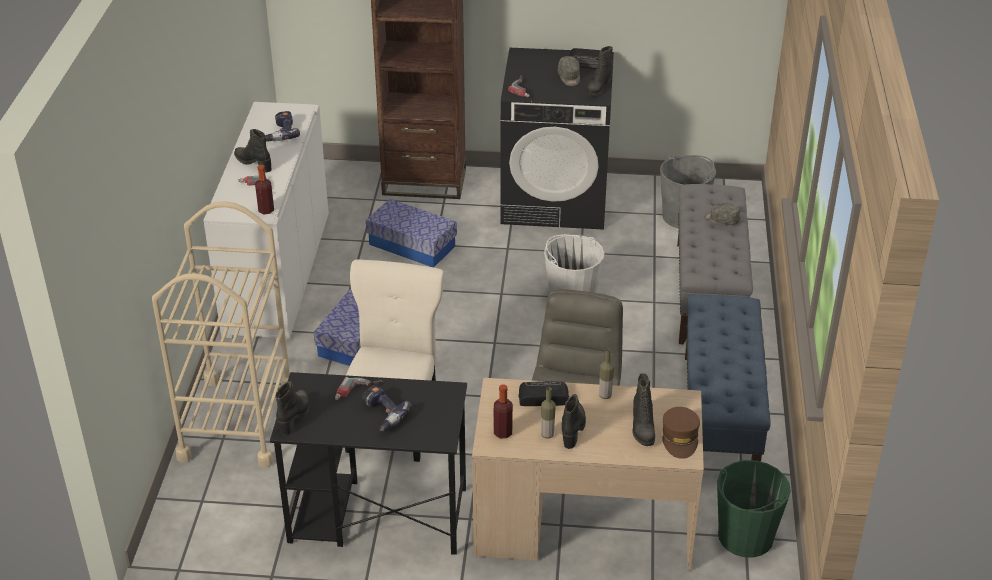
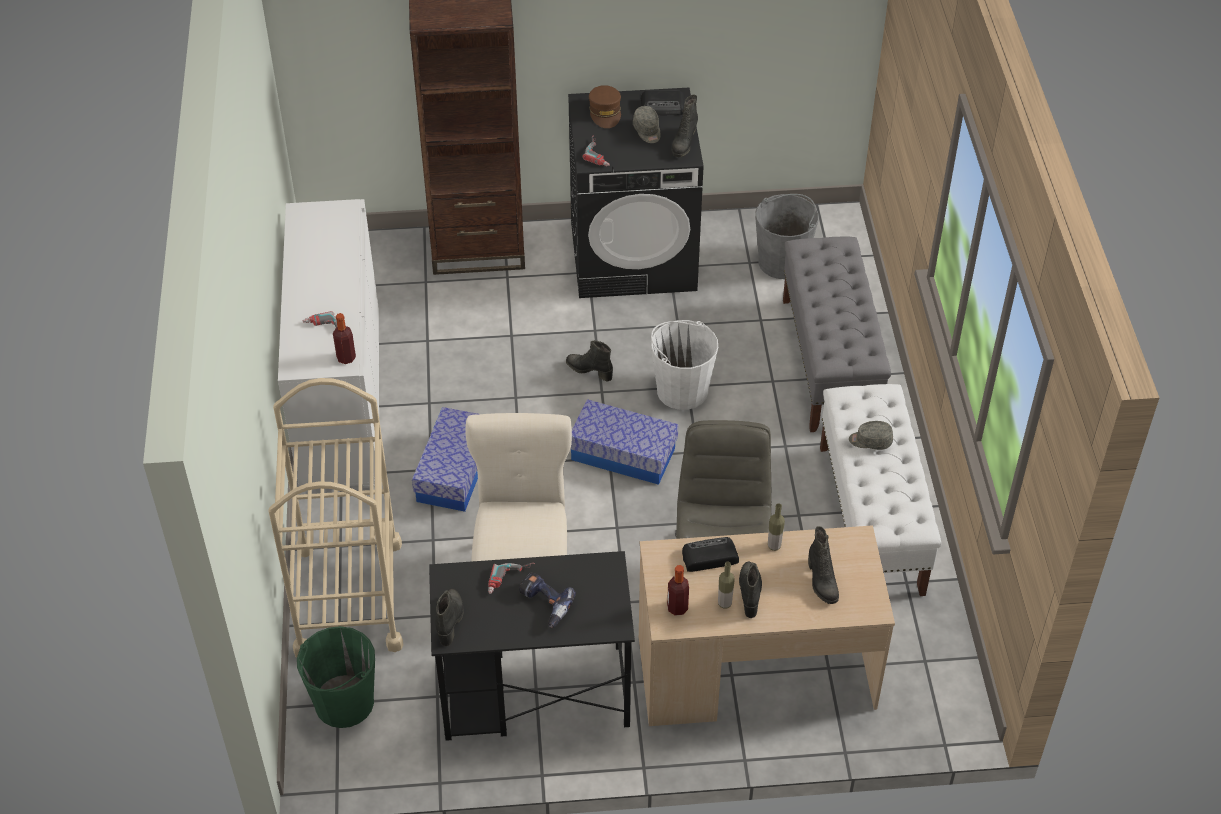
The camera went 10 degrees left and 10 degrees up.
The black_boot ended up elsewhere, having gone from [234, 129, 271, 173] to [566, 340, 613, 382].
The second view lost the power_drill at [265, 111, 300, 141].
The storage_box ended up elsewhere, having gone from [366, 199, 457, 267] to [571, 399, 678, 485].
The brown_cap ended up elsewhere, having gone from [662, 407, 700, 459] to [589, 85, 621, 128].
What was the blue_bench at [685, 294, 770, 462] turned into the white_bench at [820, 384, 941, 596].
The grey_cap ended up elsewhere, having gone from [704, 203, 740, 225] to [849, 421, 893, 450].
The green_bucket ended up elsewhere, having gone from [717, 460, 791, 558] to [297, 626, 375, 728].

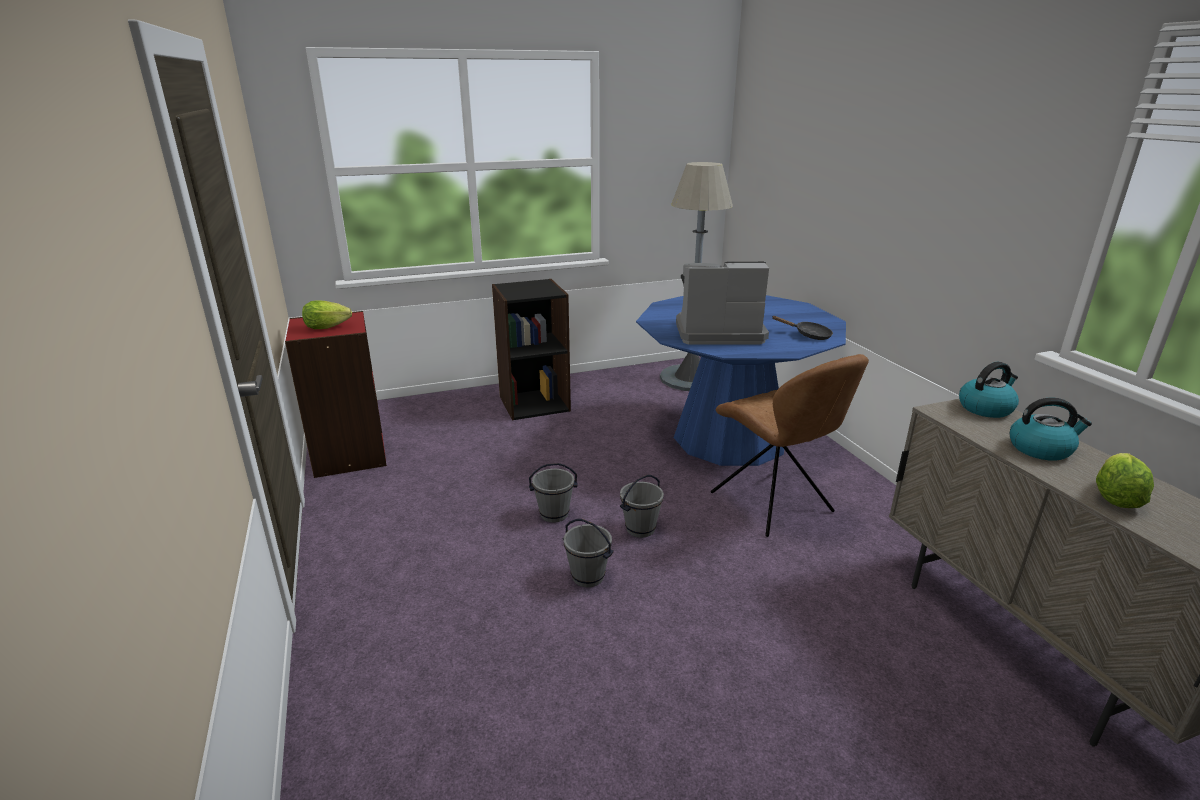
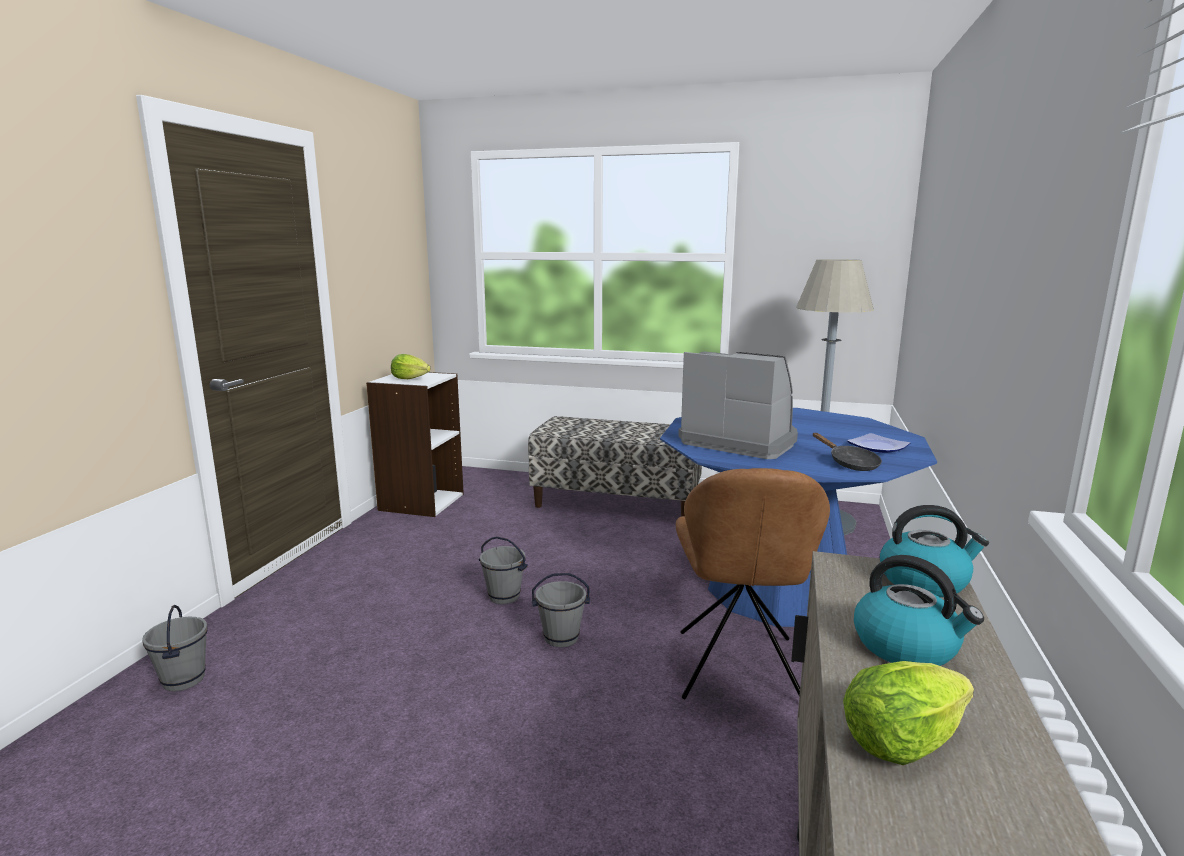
The camera went 35 degrees right and 10 degrees down.
What was the red_bookcase at [285, 311, 387, 478] turned into the white_bookcase at [366, 372, 464, 517].
Where the black_bookcase stood at [492, 279, 571, 421], the bench came to stand at [528, 416, 702, 517].
The grey_bucket ended up elsewhere, having gone from [563, 519, 614, 587] to [142, 605, 207, 691].
The second view gained the plate at [847, 433, 910, 453].

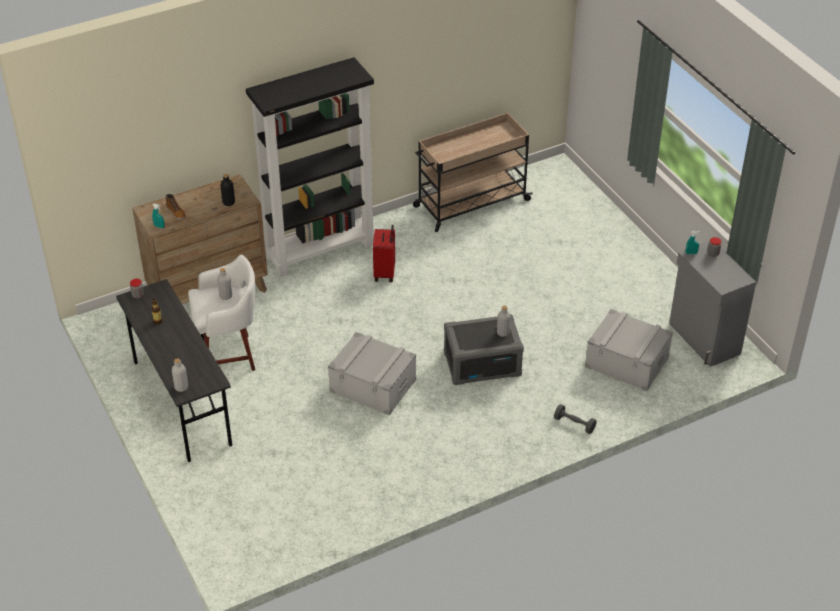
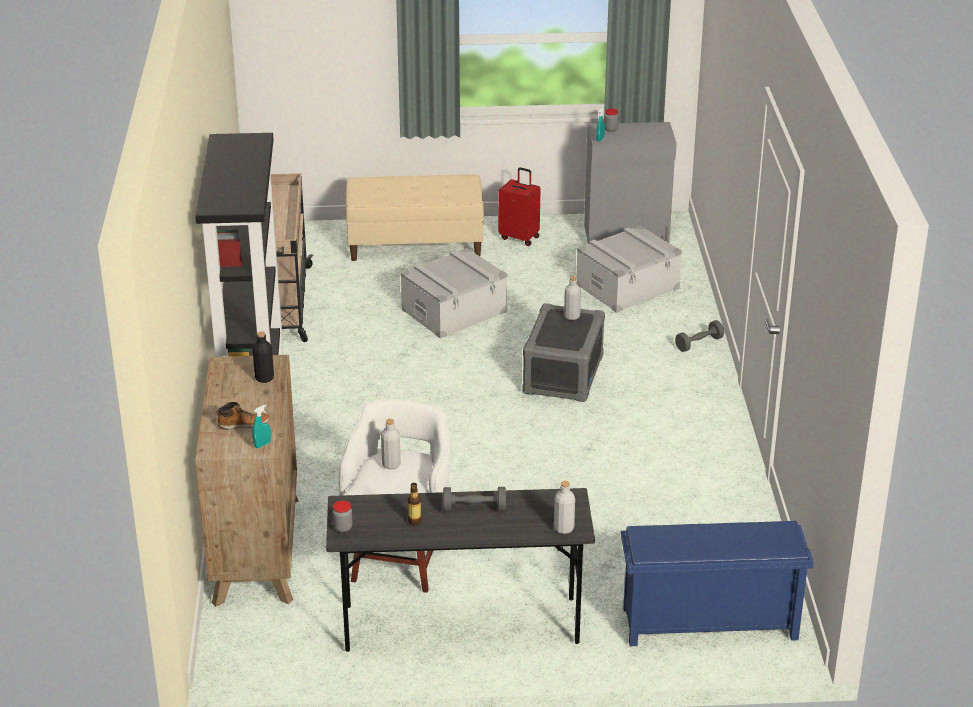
The camera went 65 degrees left and 10 degrees down.
The grey_storage_box ended up elsewhere, having gone from [328, 332, 416, 416] to [400, 248, 508, 339].
The red_suitcase ended up elsewhere, having gone from [373, 225, 395, 282] to [498, 167, 540, 246].
The second view gained the beige_bench at [345, 174, 484, 261].
The second view gained the grey_dumbbell at [443, 487, 506, 512].
The second view gained the blue_shoe_rack at [621, 521, 813, 646].

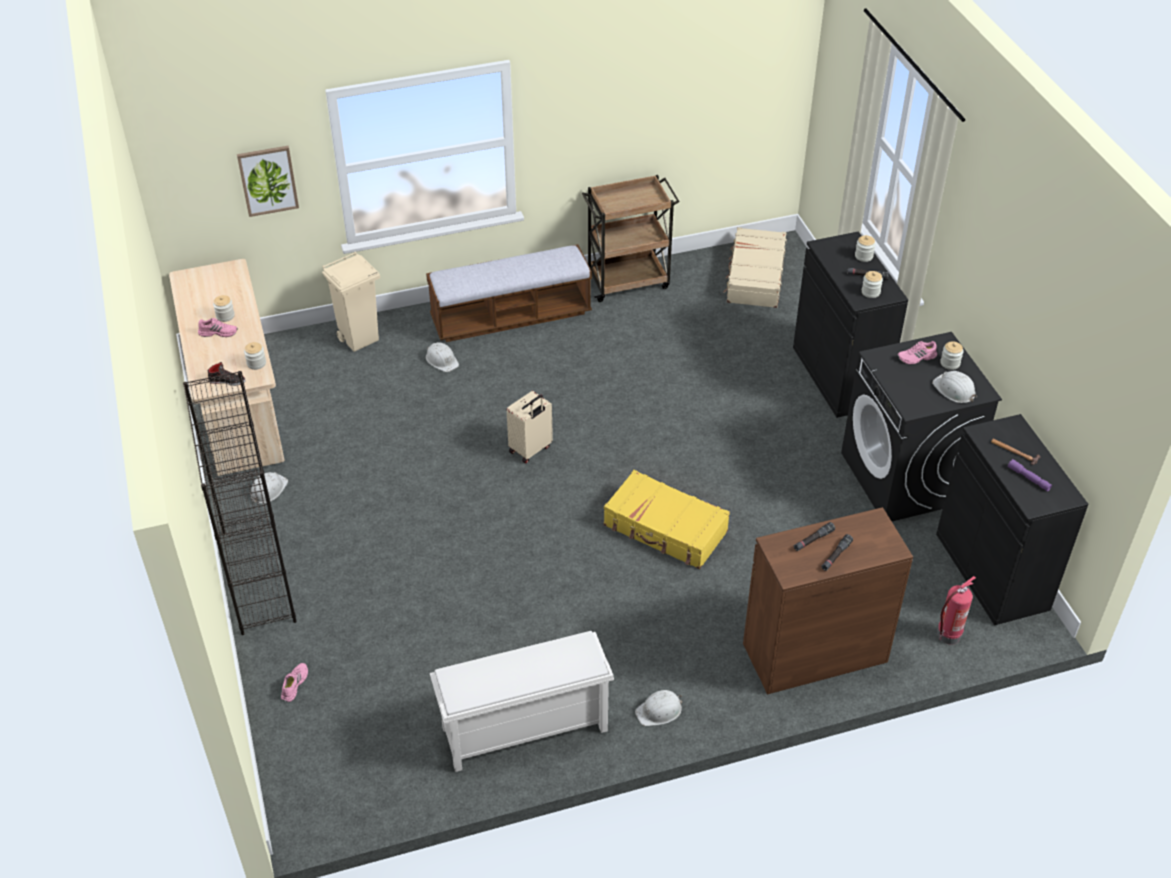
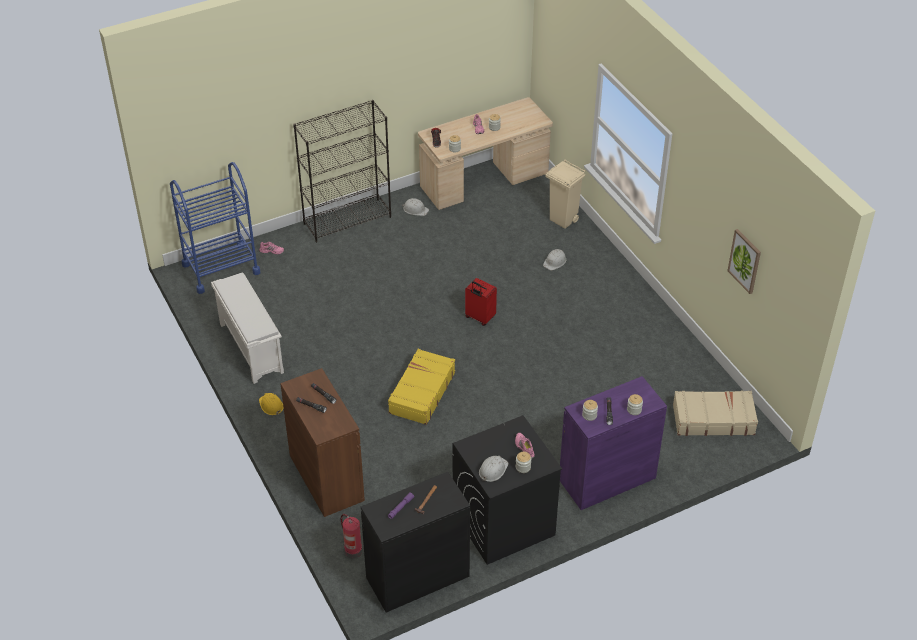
The camera went 80 degrees right and 0 degrees up.
The picture ended up elsewhere, having gone from [237, 146, 299, 217] to [727, 229, 761, 294].
The second view lost the bench at [426, 244, 592, 342].
What was the beige_suitcase at [507, 391, 553, 463] turned into the red_suitcase at [465, 278, 497, 326].
The second view lost the brown_cart at [582, 175, 680, 302].
What was the white_hard_hat at [635, 690, 682, 726] turned into the yellow_hard_hat at [259, 393, 284, 415].
What was the black_cabinet at [793, 232, 908, 418] turned into the purple_cabinet at [560, 376, 667, 510].
The second view gained the blue_cart at [170, 162, 260, 294].

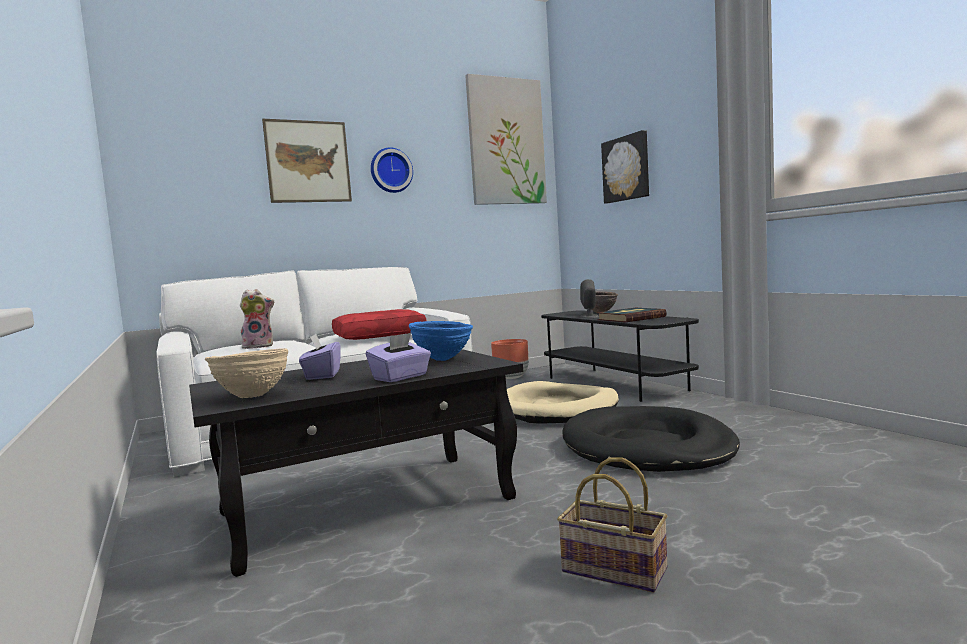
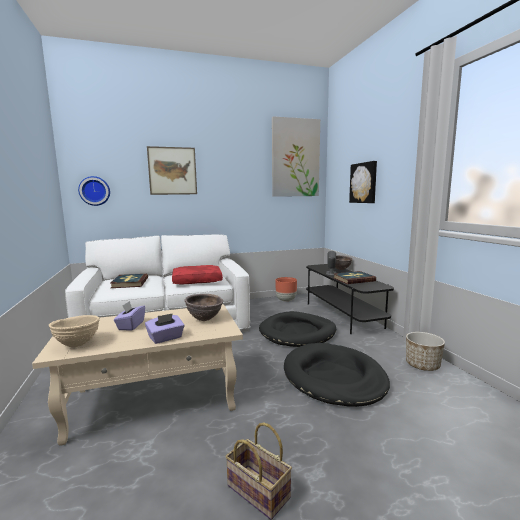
The camera went 10 degrees right and 5 degrees up.
What was the black_coffee_table at [189, 349, 523, 577] turned into the beige_coffee_table at [32, 304, 243, 446].
Where the plush_toy stood at [240, 289, 274, 349], the book came to stand at [110, 274, 148, 288].
The wall_clock ended up elsewhere, having gone from [371, 147, 413, 193] to [78, 176, 110, 206].
What was the blue_bowl at [409, 321, 473, 361] turned into the brown_bowl at [184, 294, 223, 321].
What was the beige_dog_bed at [507, 381, 619, 424] turned into the black_dog_bed at [259, 311, 336, 347].
The second view gained the planter at [406, 332, 445, 371].

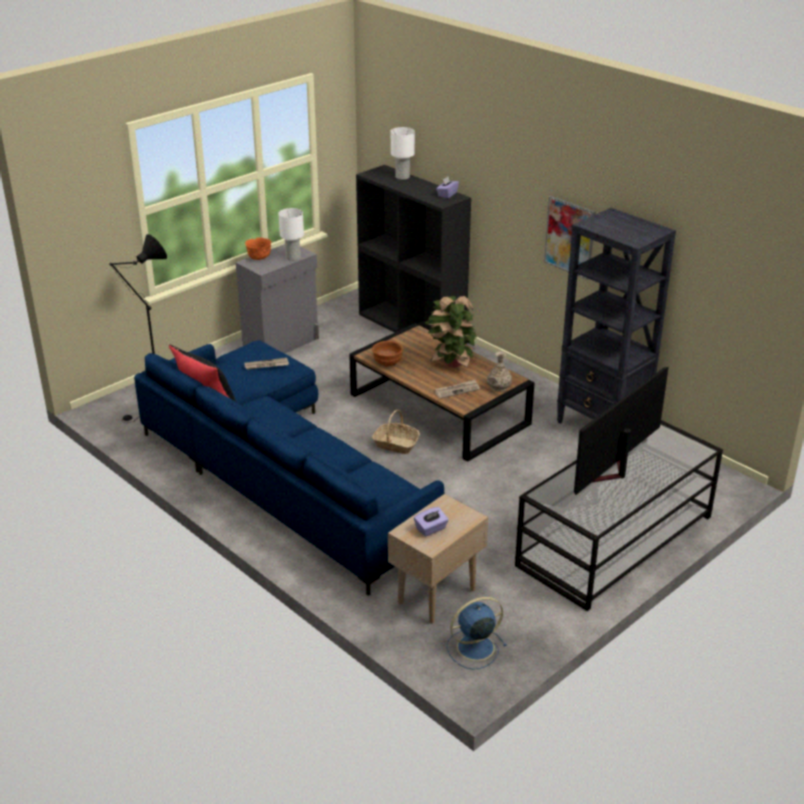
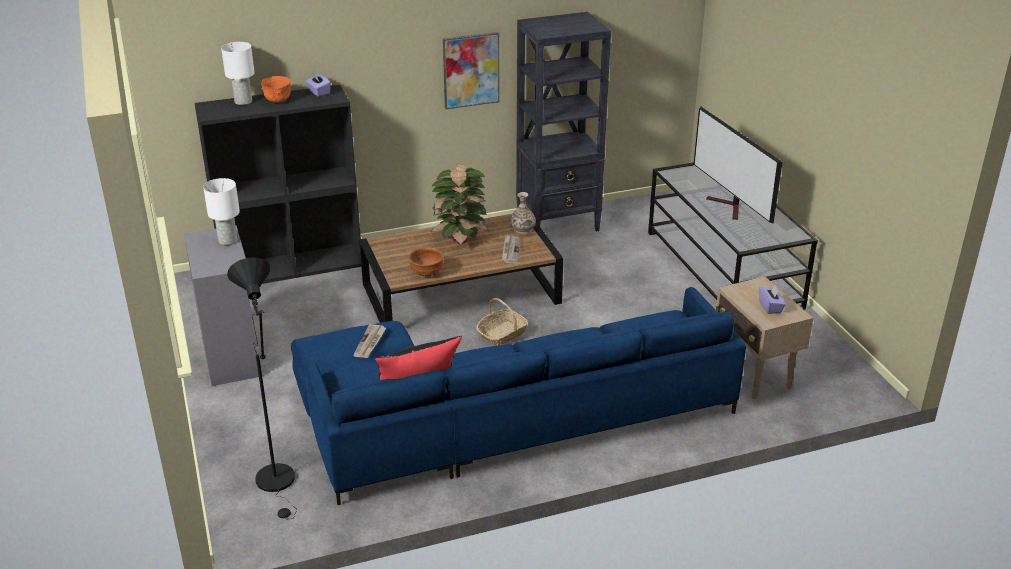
The camera went 65 degrees left and 0 degrees up.
The orange_bowl ended up elsewhere, having gone from [245, 238, 271, 260] to [261, 76, 292, 103].
The second view lost the blue_fan at [447, 597, 507, 669].

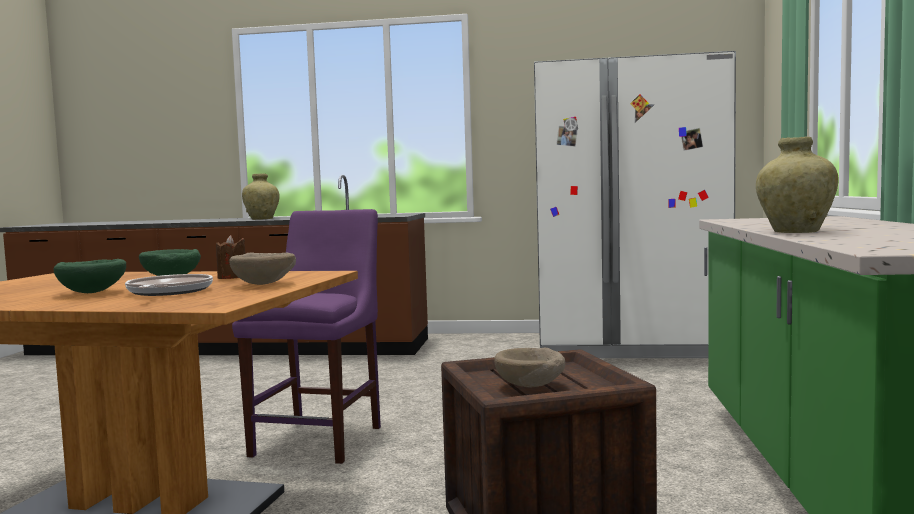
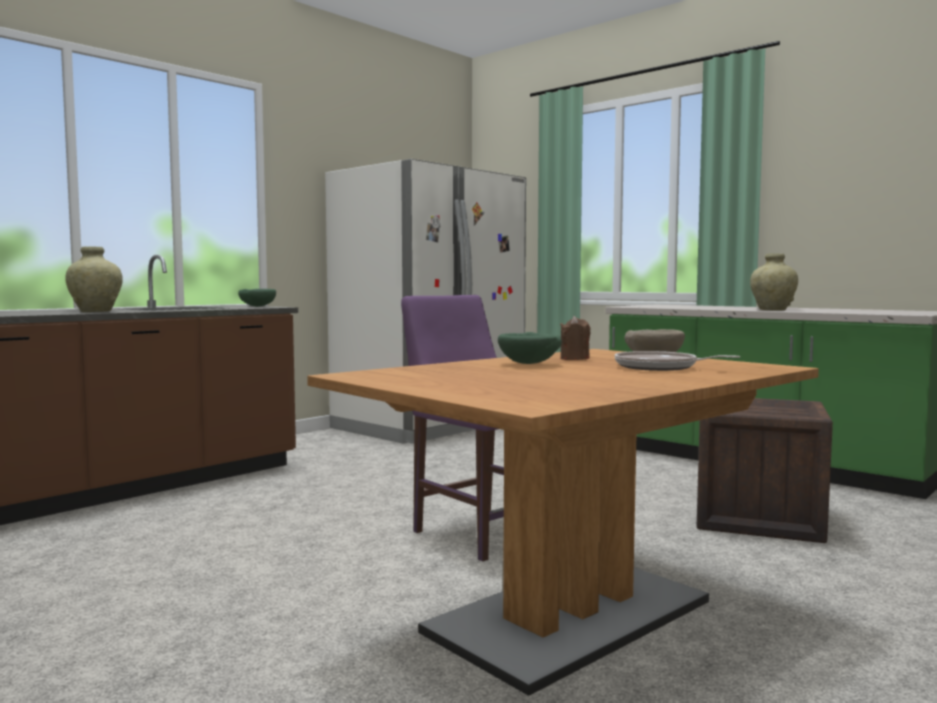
The camera went 55 degrees left and 0 degrees up.
The green_bowl ended up elsewhere, having gone from [54, 259, 126, 293] to [238, 289, 276, 307].
The second view lost the beige_bowl at [494, 348, 565, 387].

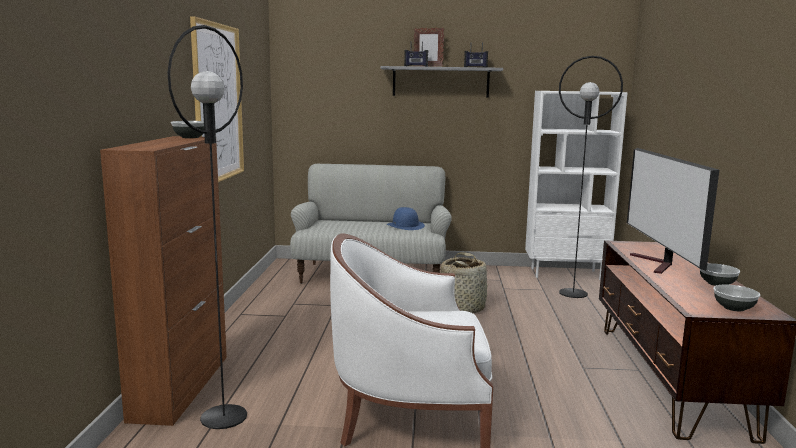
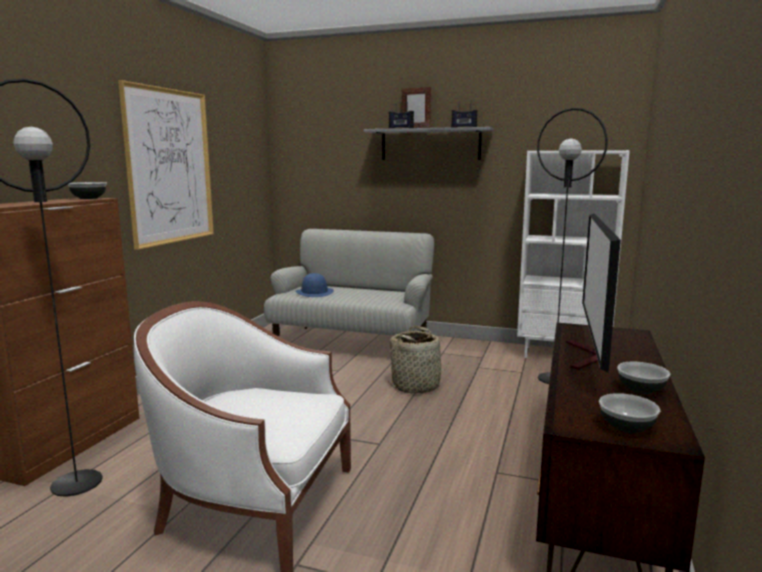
The camera went 15 degrees right and 0 degrees up.
The blue_hat ended up elsewhere, having gone from [387, 207, 425, 230] to [295, 273, 334, 297].

